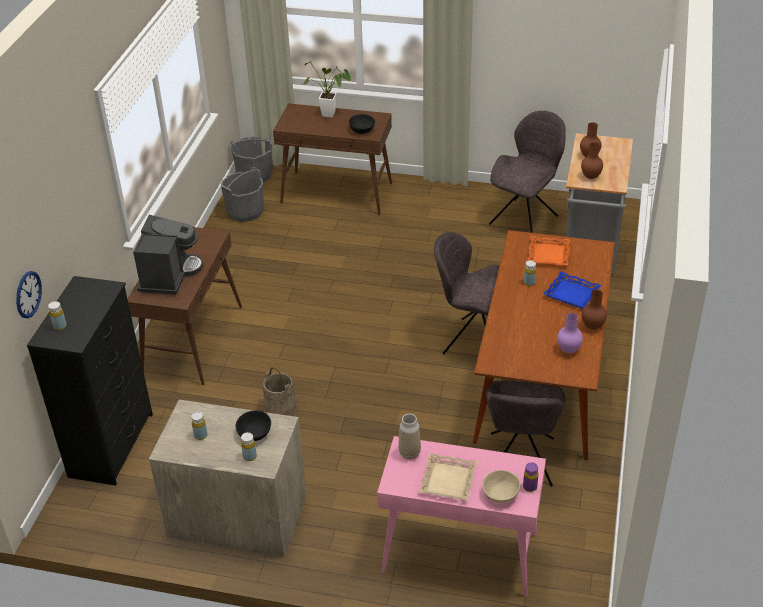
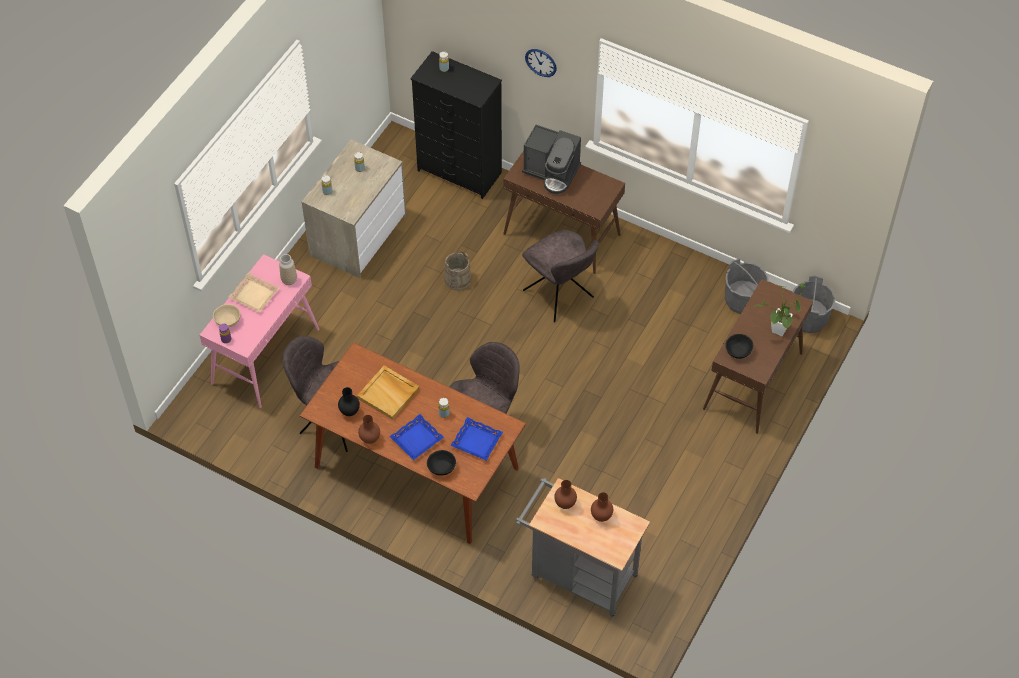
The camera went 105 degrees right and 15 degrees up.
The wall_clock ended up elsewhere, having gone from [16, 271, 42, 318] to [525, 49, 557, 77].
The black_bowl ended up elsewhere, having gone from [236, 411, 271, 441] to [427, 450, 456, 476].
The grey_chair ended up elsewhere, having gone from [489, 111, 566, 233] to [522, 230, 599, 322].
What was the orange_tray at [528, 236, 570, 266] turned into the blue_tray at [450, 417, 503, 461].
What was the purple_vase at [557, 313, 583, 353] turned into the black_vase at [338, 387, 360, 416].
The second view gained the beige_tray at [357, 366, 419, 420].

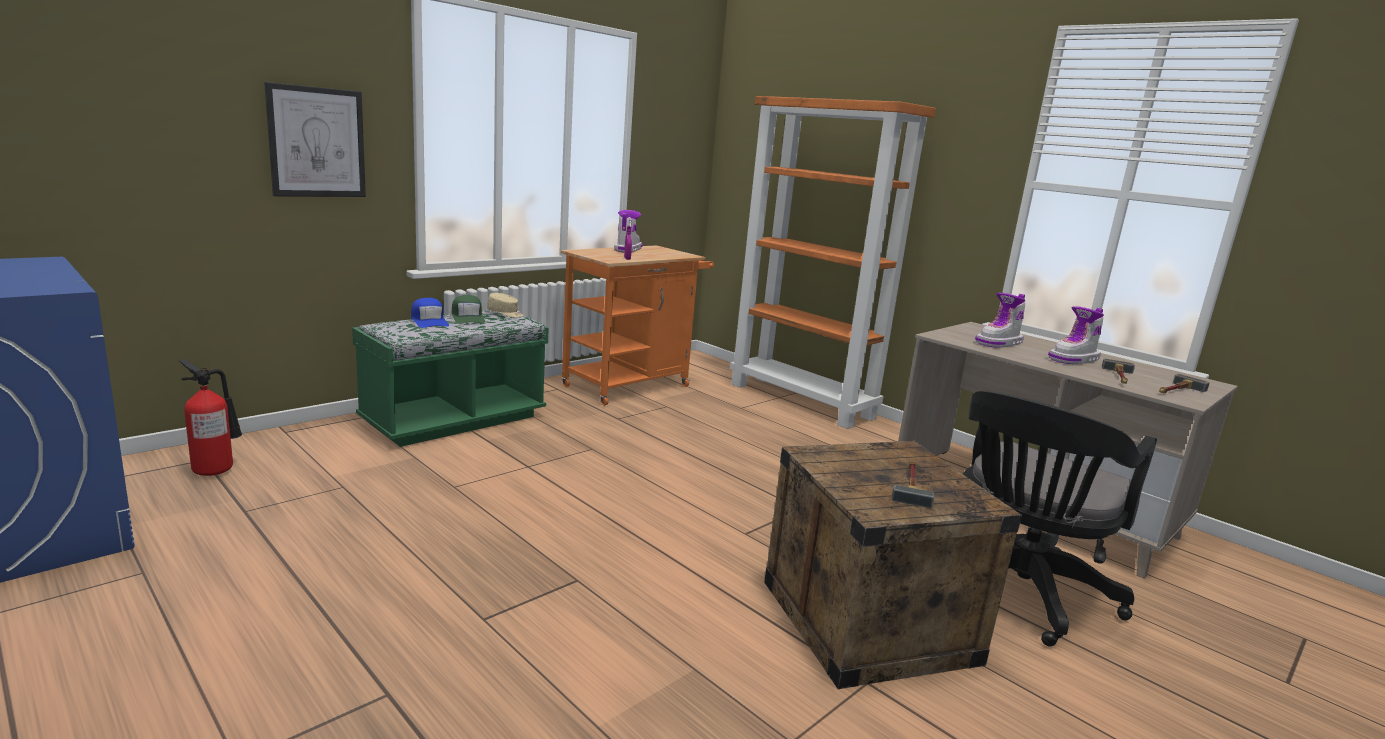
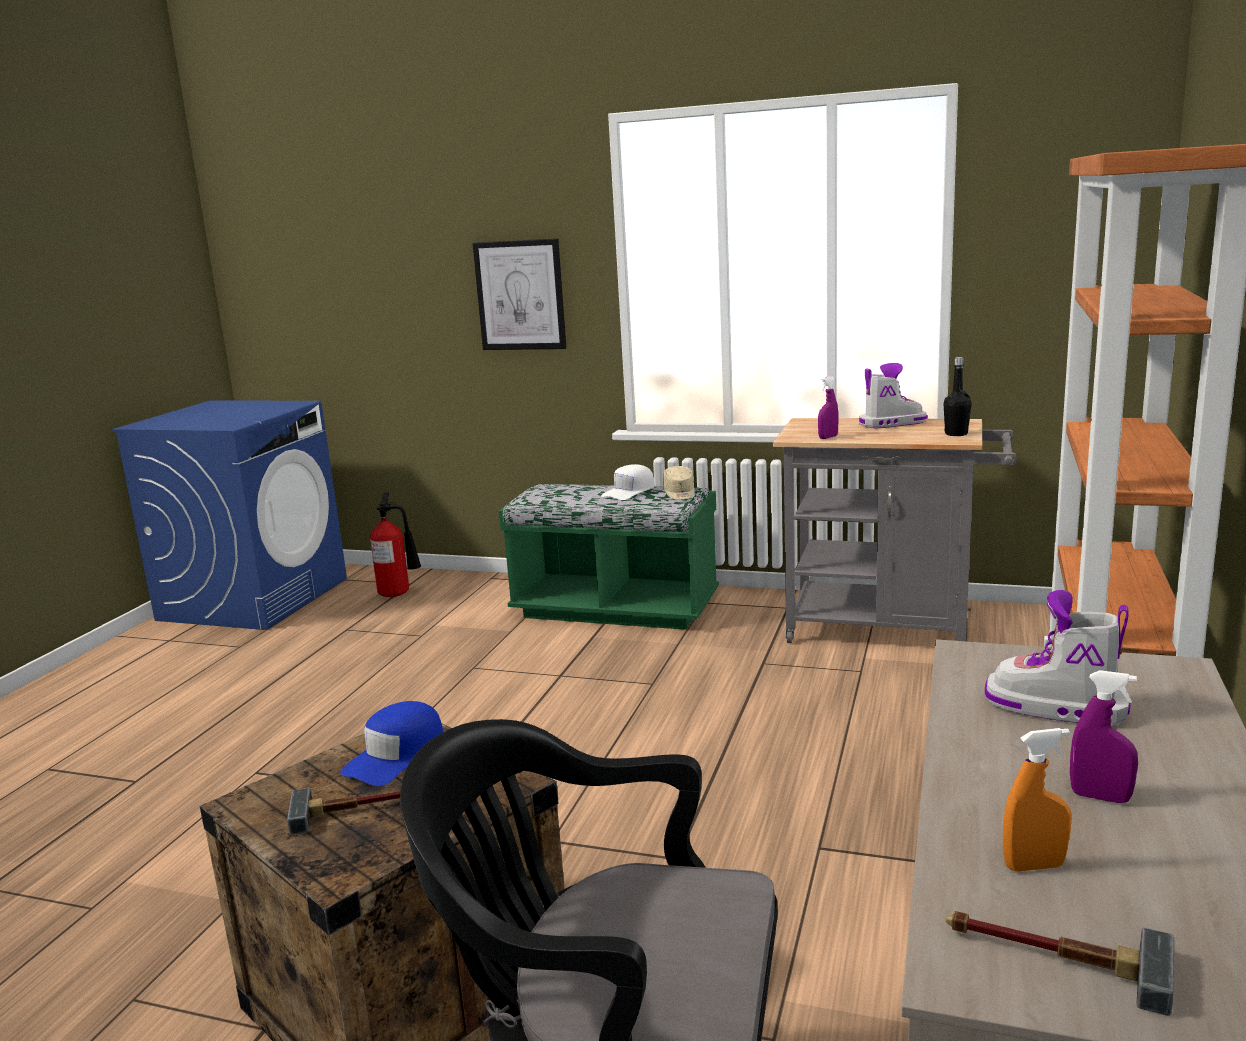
The camera went 65 degrees right and 0 degrees up.
The blue_cap ended up elsewhere, having gone from [411, 298, 449, 328] to [340, 701, 443, 786].
What was the green_cap at [451, 295, 485, 324] turned into the white_cap at [601, 464, 655, 500].
What was the orange_cart at [561, 245, 714, 406] turned into the grey_cart at [773, 418, 1017, 643].
Where the boot stood at [1048, 306, 1104, 364], the purple_spray_bottle came to stand at [1070, 670, 1138, 803].
Where the hammer stood at [1102, 358, 1135, 384], the orange_spray_bottle came to stand at [1003, 728, 1071, 872].
The second view gained the black_bottle at [944, 357, 971, 436].

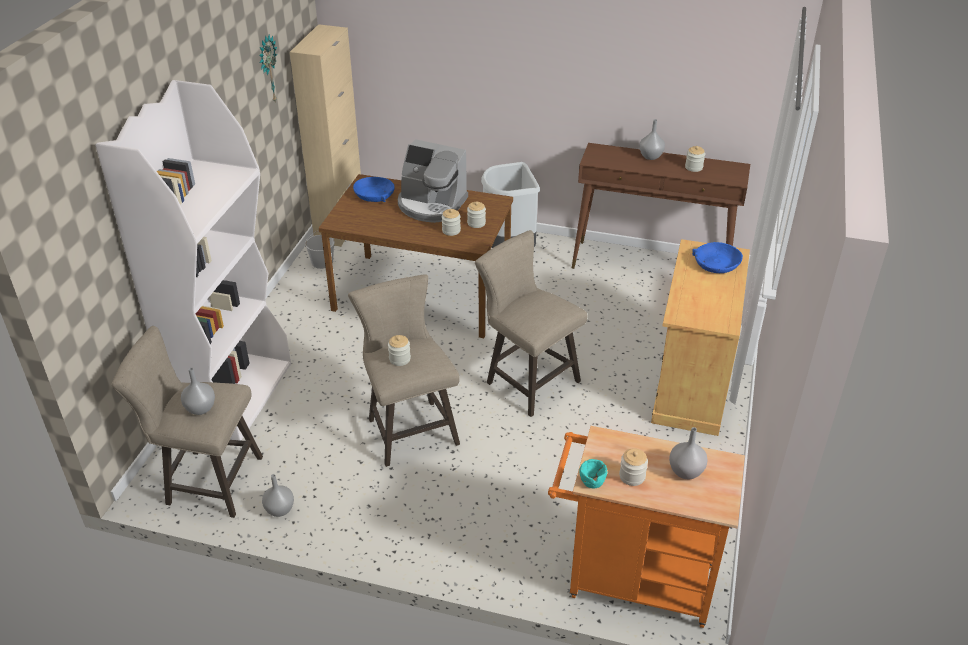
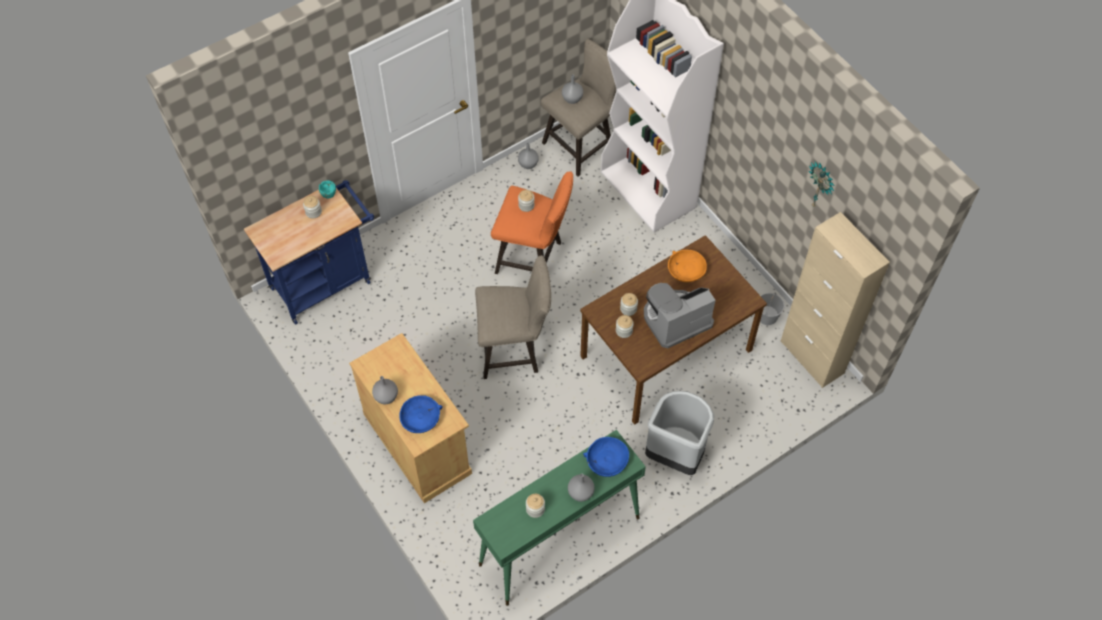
The camera went 130 degrees right and 20 degrees up.
What was the beige_stool at [348, 274, 460, 467] turned into the orange_stool at [491, 172, 573, 274].
The blue_bowl ended up elsewhere, having gone from [353, 177, 395, 202] to [583, 437, 629, 477].
What was the orange_cart at [548, 426, 745, 628] turned into the blue_cart at [244, 180, 374, 325].
What was the brown_console_table at [572, 143, 750, 269] turned into the green_console_table at [473, 429, 646, 606].
The grey_vase ended up elsewhere, having gone from [669, 427, 708, 479] to [372, 376, 398, 404].
The second view gained the orange_bowl at [668, 250, 707, 282].

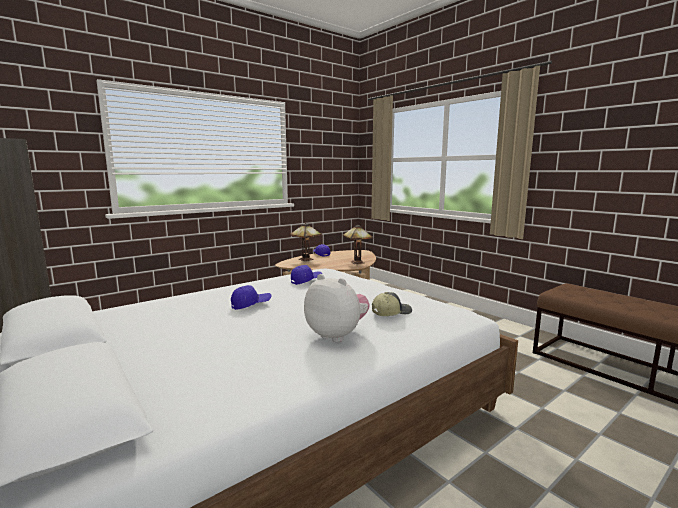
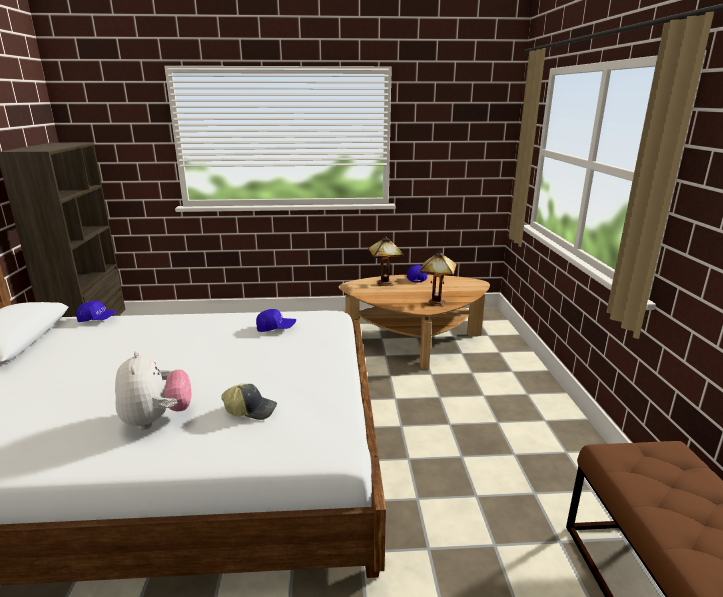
The camera went 35 degrees right and 10 degrees up.
The blue_cap ended up elsewhere, having gone from [231, 285, 271, 310] to [76, 301, 117, 322].

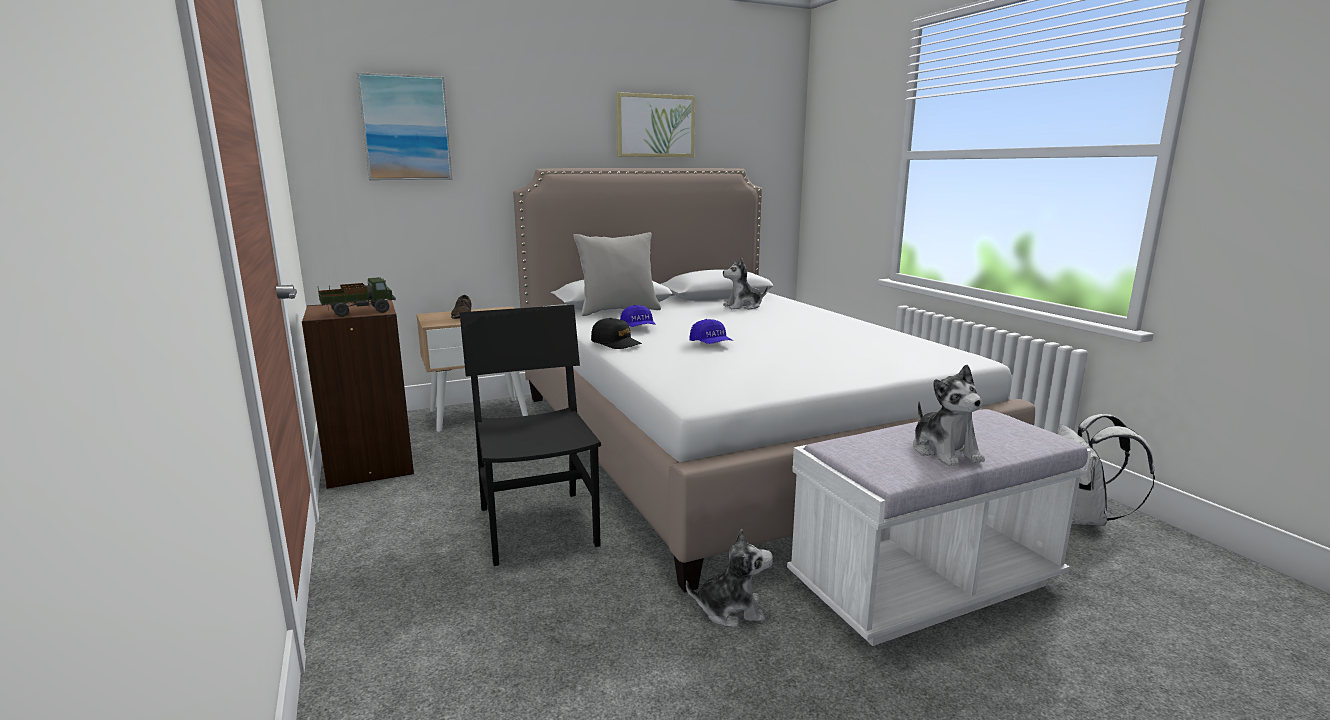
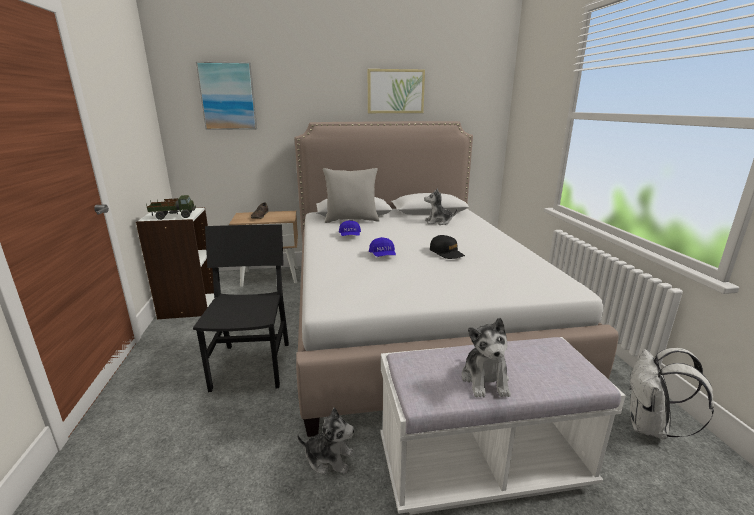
The camera went 15 degrees right and 5 degrees up.
What was the brown_bookcase at [302, 300, 414, 489] turned into the white_bookcase at [136, 207, 214, 319].
The black_cap ended up elsewhere, having gone from [591, 318, 642, 349] to [430, 235, 465, 259].

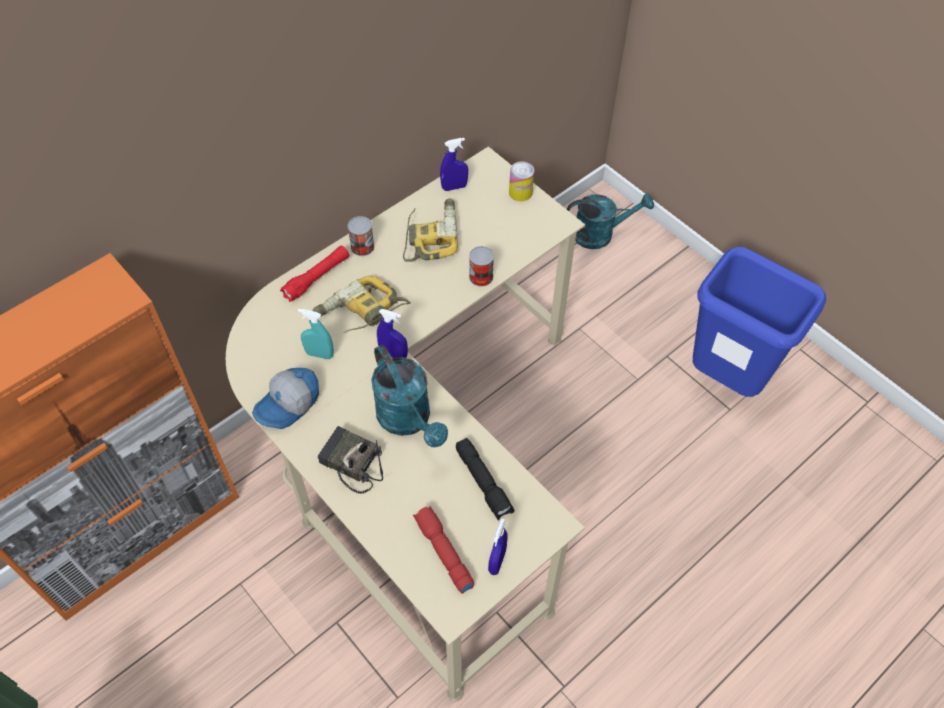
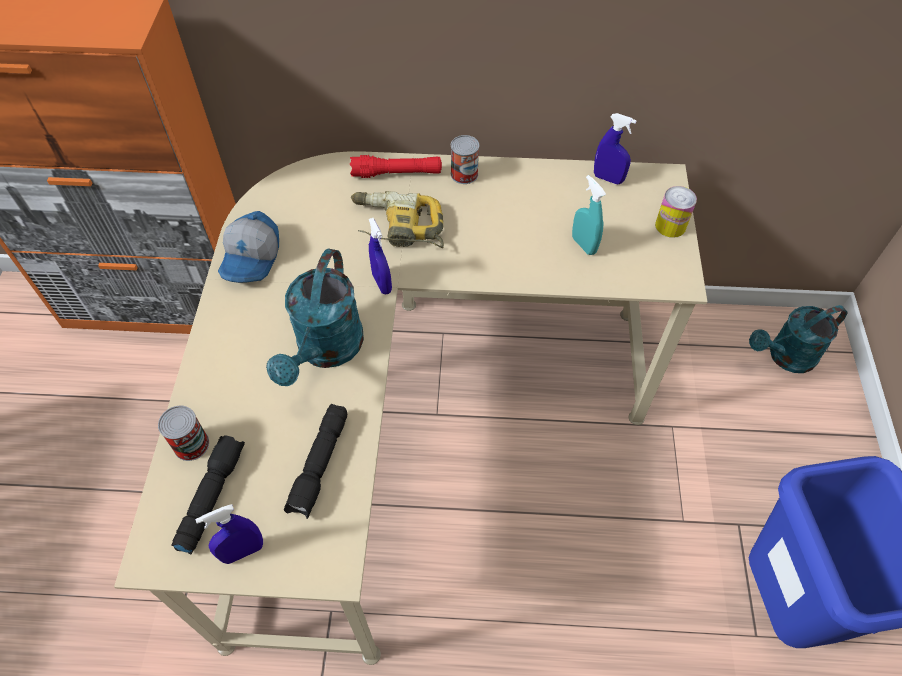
The camera went 45 degrees right and 0 degrees up.
The cap at [252, 368, 319, 429] ended up facing another way, 75 degrees counterclockwise from before.
The turquoise_spray_bottle ended up elsewhere, having gone from [298, 309, 334, 359] to [572, 175, 606, 255].
The second view lost the radio at [318, 426, 383, 494].
The second view lost the power_drill at [403, 198, 458, 262].
What was the red_flashlight at [413, 506, 474, 594] turned into the black_flashlight at [172, 435, 245, 554].
The can ended up elsewhere, having gone from [469, 246, 494, 287] to [158, 406, 209, 461].
The turquoise_watering_can at [567, 193, 654, 249] ended up facing another way, 120 degrees clockwise from before.

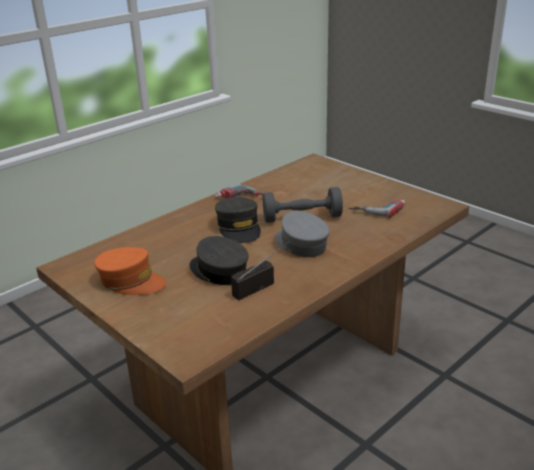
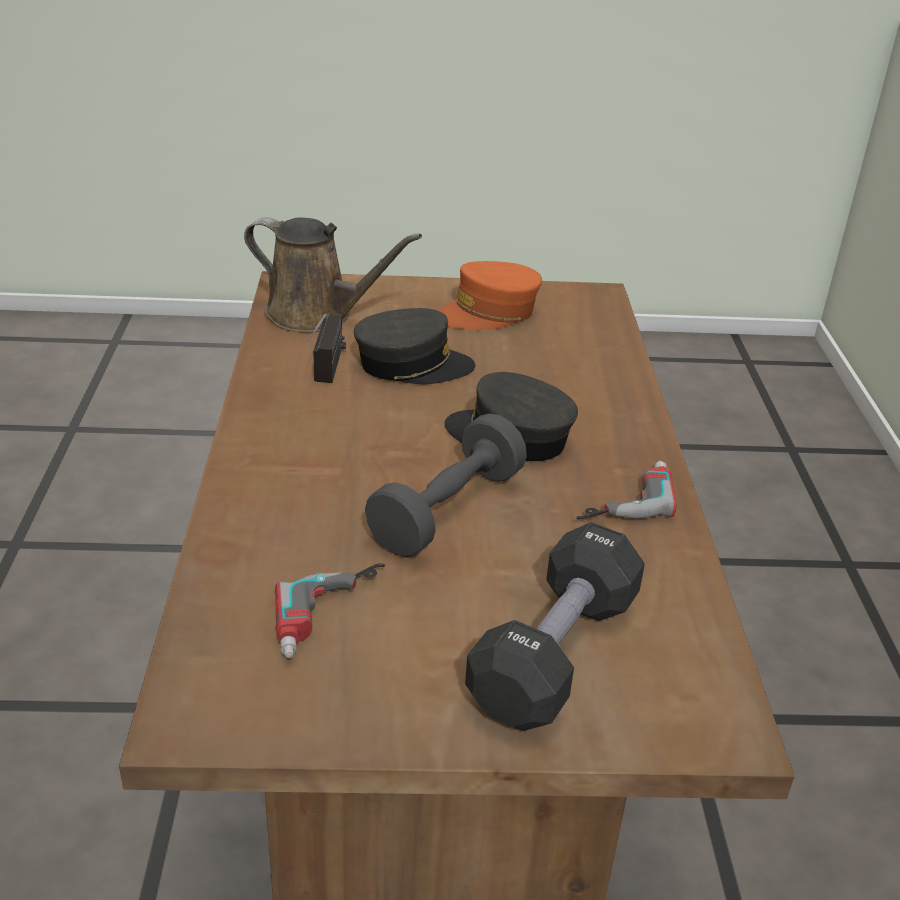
The camera went 130 degrees right and 5 degrees up.
The second view lost the grey_cap at [275, 211, 330, 257].
The second view gained the brown_watering_can at [244, 217, 422, 333].
The second view gained the black_dumbbell at [465, 522, 645, 731].

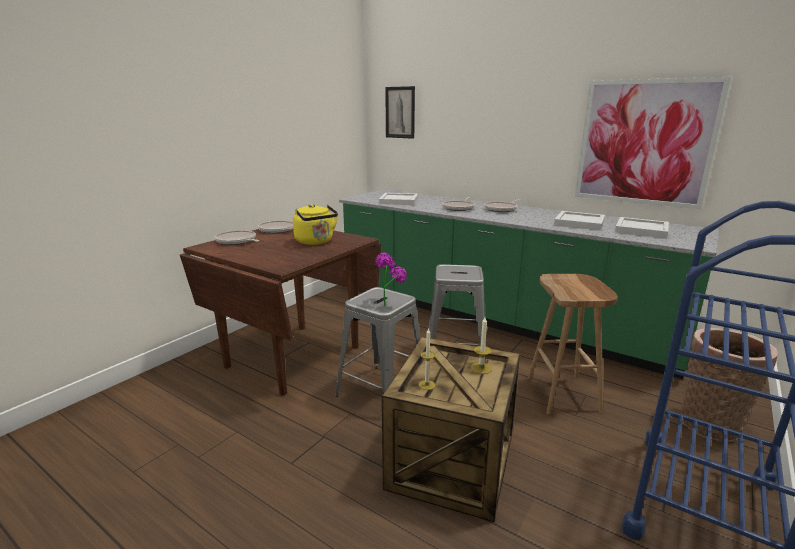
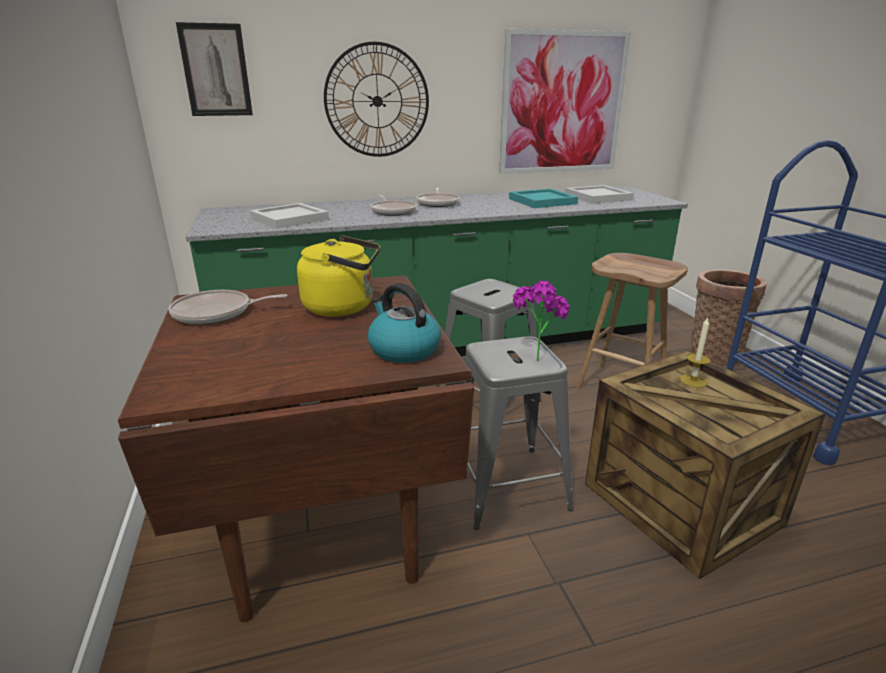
The camera went 50 degrees left and 5 degrees up.
The second view lost the frying_pan at [215, 230, 259, 245].
The second view lost the candle at [419, 328, 435, 390].
What was the white_tray at [554, 211, 605, 230] turned into the turquoise_tray at [509, 188, 578, 208].
The second view gained the wall_clock at [324, 42, 429, 157].
The second view gained the kettle at [368, 283, 441, 363].

